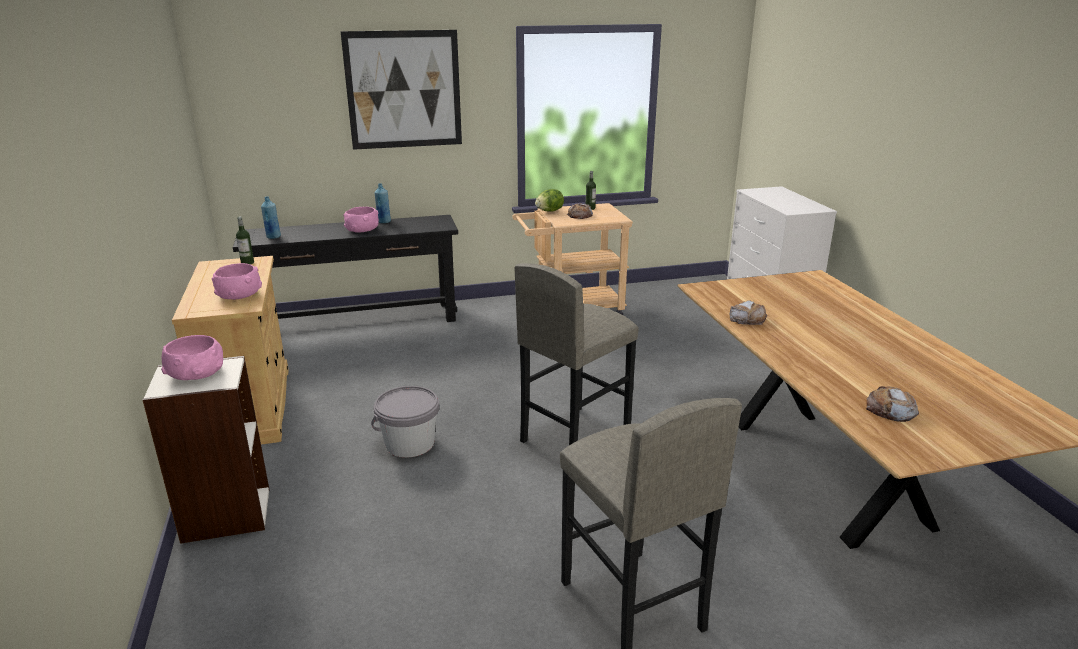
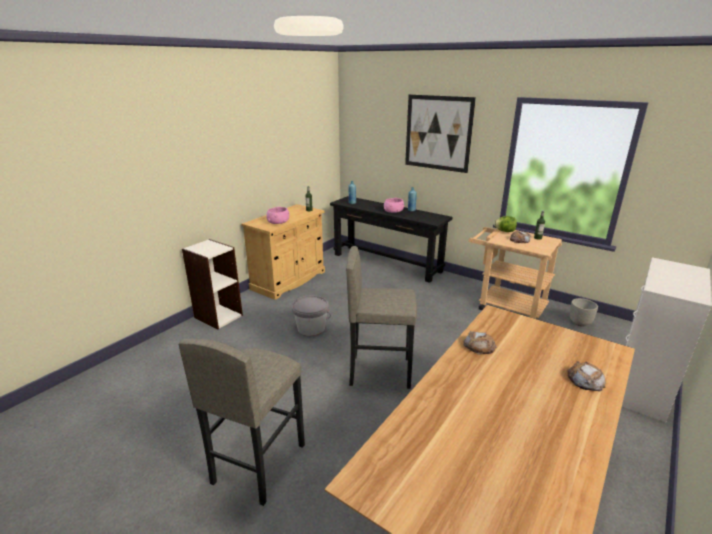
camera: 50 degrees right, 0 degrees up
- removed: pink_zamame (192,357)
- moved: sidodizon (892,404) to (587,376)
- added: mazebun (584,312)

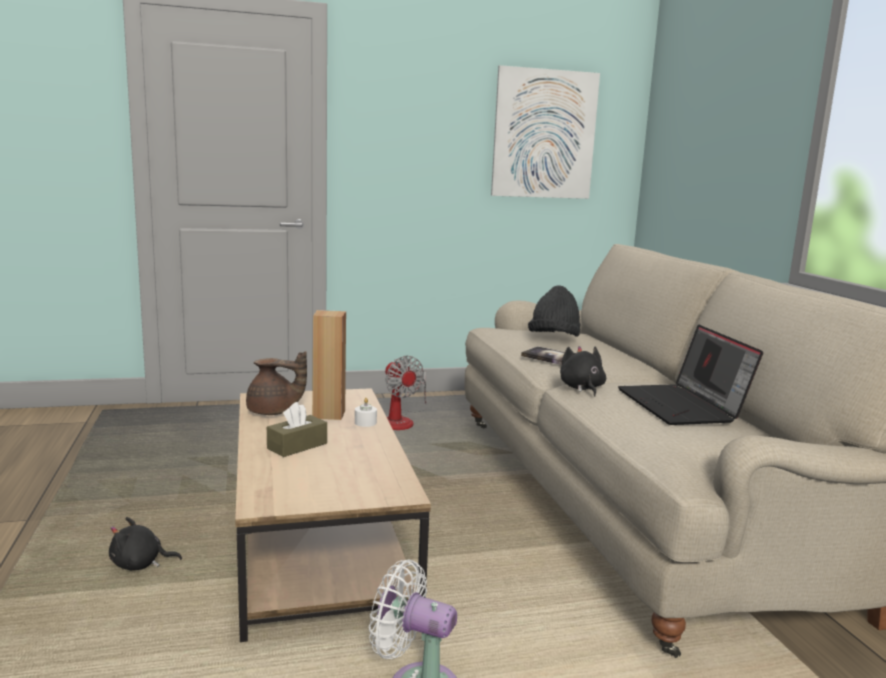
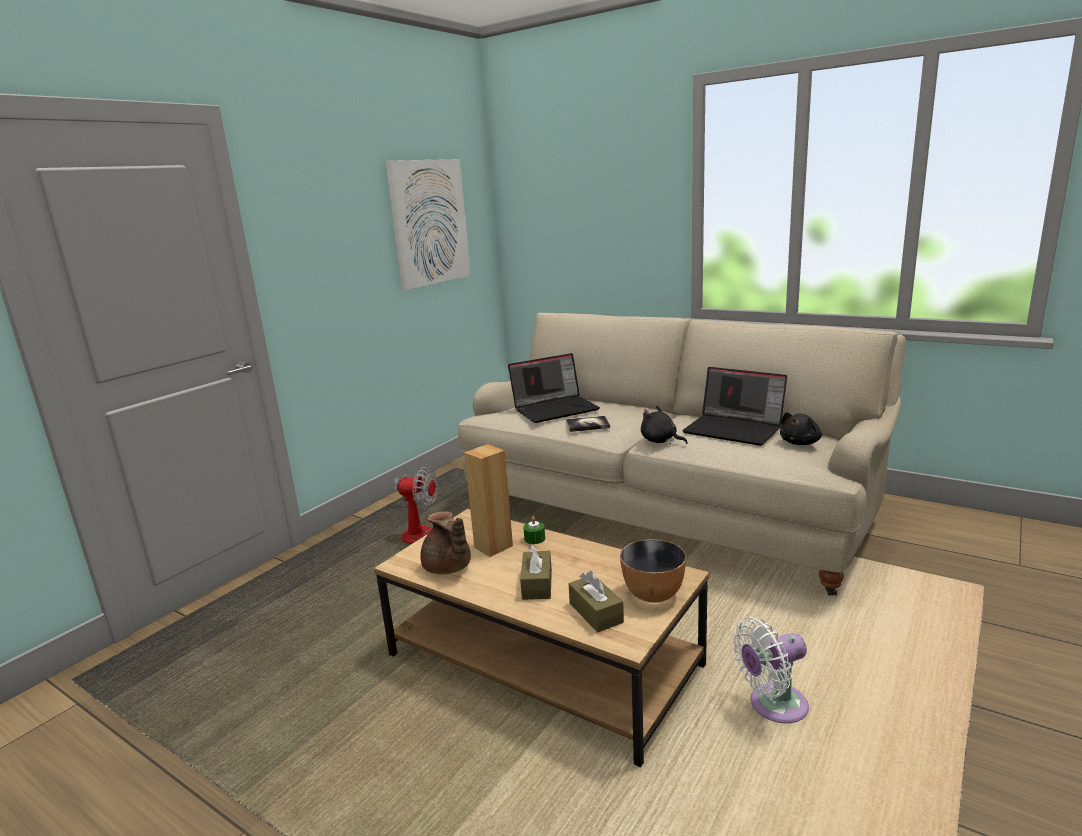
camera: 40 degrees left, 5 degrees up
- replaced: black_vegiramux (554,311) to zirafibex (554,388)
- turned: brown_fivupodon (276,383) = (445,542) 90 degrees clockwise
- recoloured: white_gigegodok (366,412) to green_gigegodok (534,530)
- moved: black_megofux (145,543) to (801,428)
- added: zamame (653,571)
- added: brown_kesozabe (596,601)

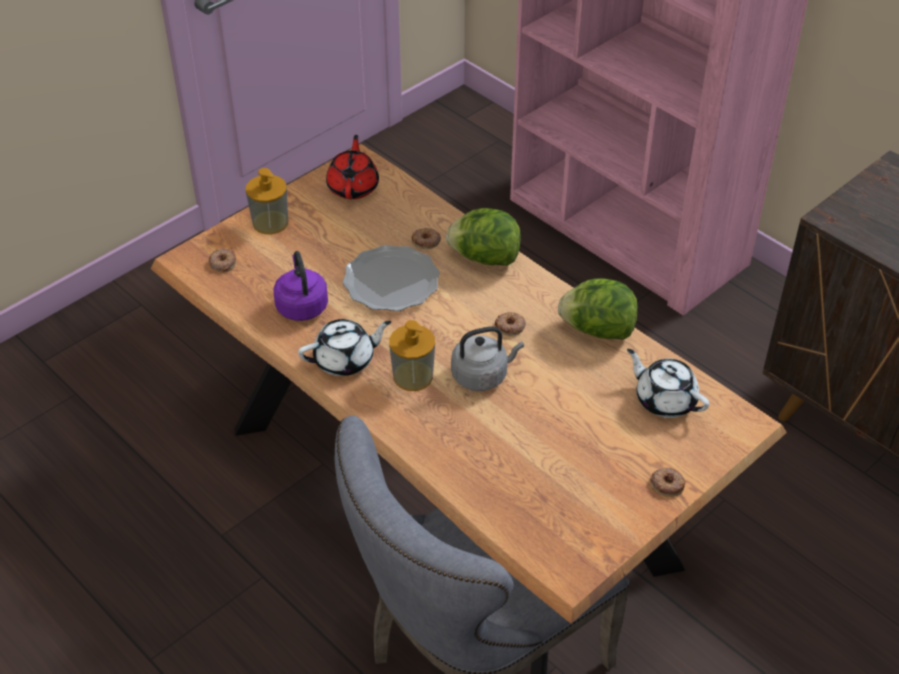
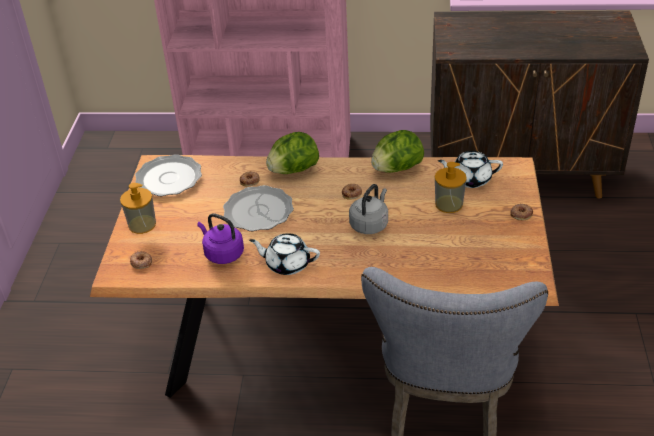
camera: 40 degrees left, 5 degrees down
- replaced: red_fivupodon (352,167) to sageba (168,175)
- turned: white_fivupodon (344,347) = (284,254) 105 degrees counterclockwise
- moved: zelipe (412,355) to (451,187)

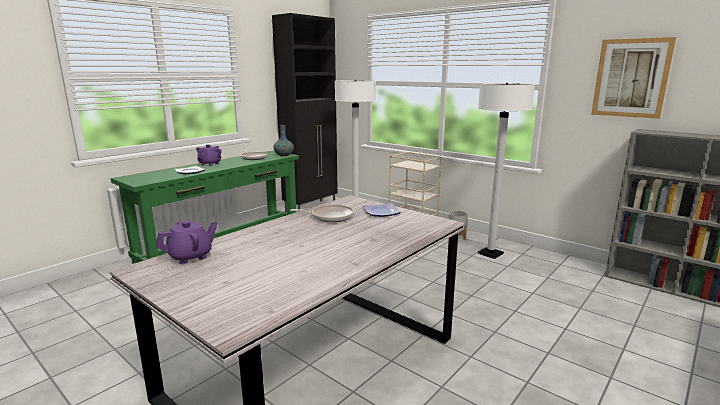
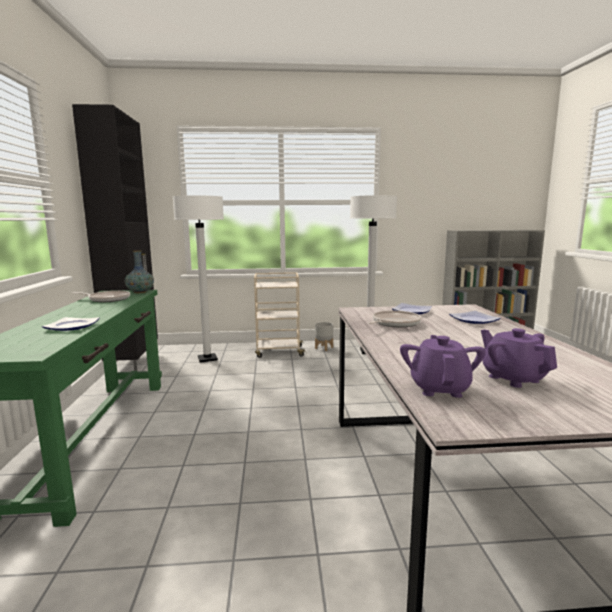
camera: 45 degrees left, 5 degrees down
- removed: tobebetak (633,78)
- moved: purple_fivupodon (209,155) to (519,358)
- added: sageba (475,317)

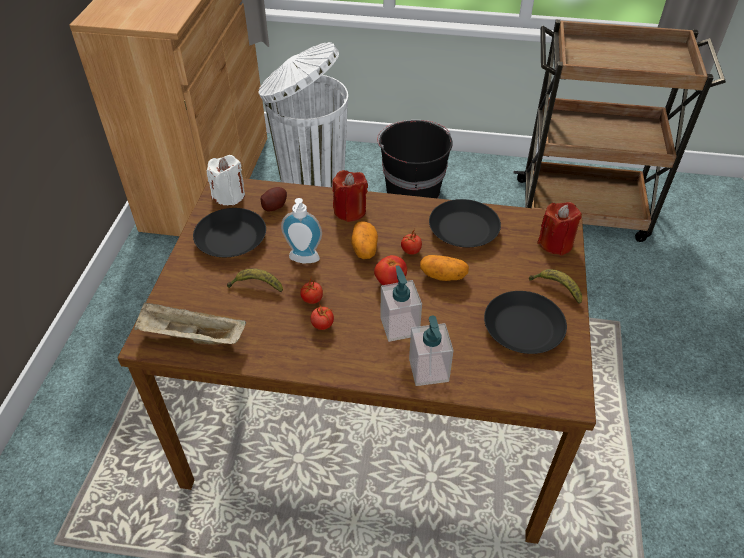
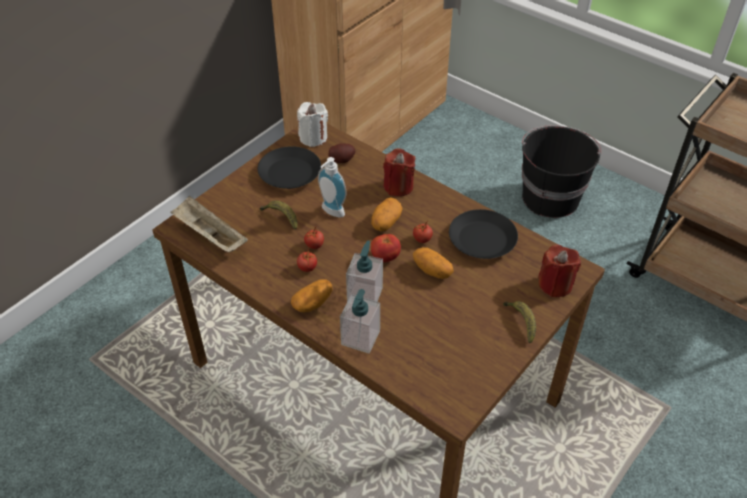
camera: 30 degrees right, 0 degrees up
- removed: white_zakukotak (303,115)
- removed: black_sageba (525,322)
- added: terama (312,296)

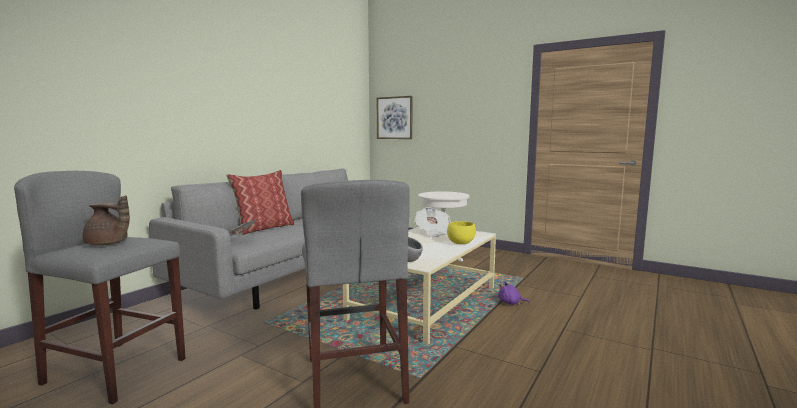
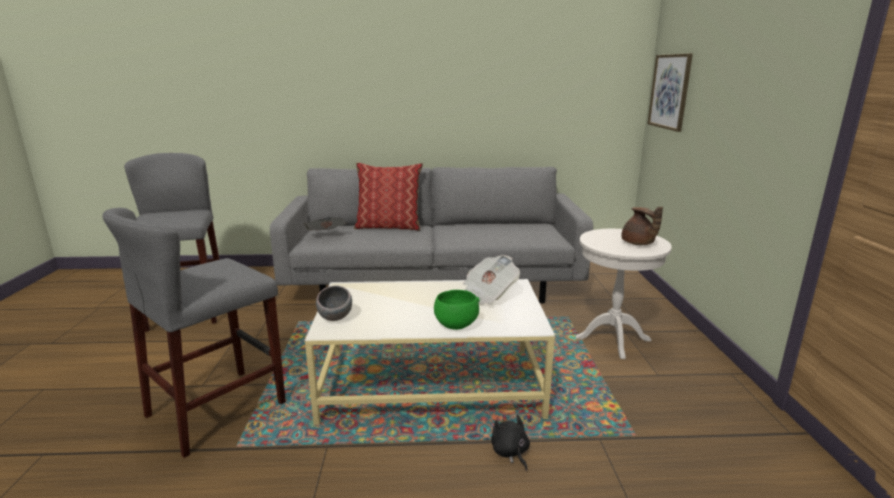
camera: 55 degrees right, 10 degrees up
- moved: brown_fivupodon (106,220) to (642,226)
- recoloured: yellow_zamame (461,232) to green_zamame (457,310)
- recoloured: purple_megofux (514,293) to black_megofux (510,442)

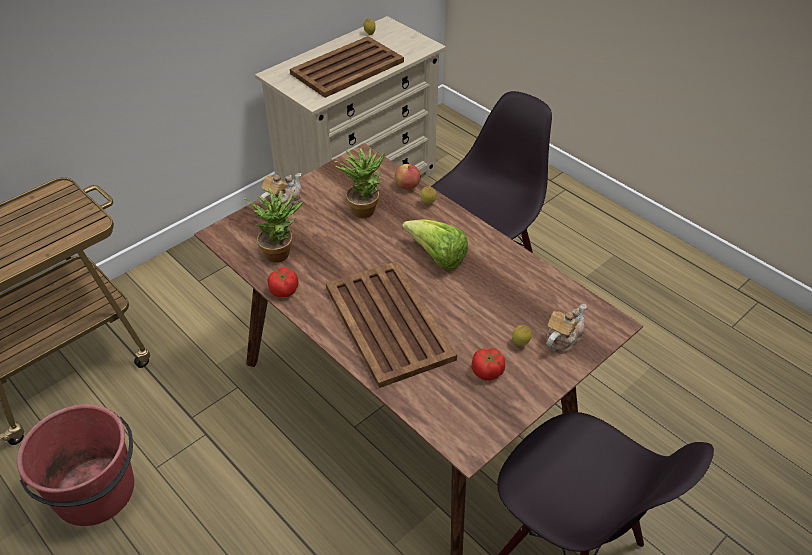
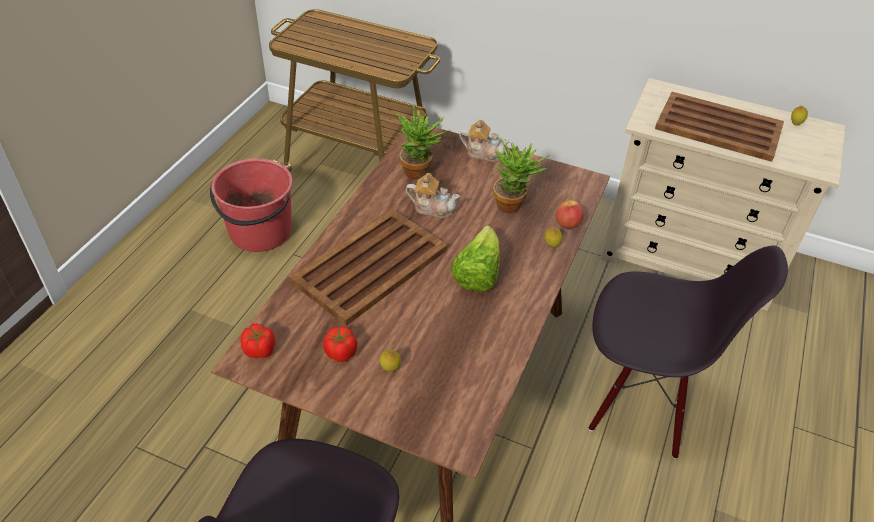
camera: 65 degrees right, 0 degrees up
- moved: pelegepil (282,282) to (258,341)
- moved: fivupodon (566,329) to (433,196)

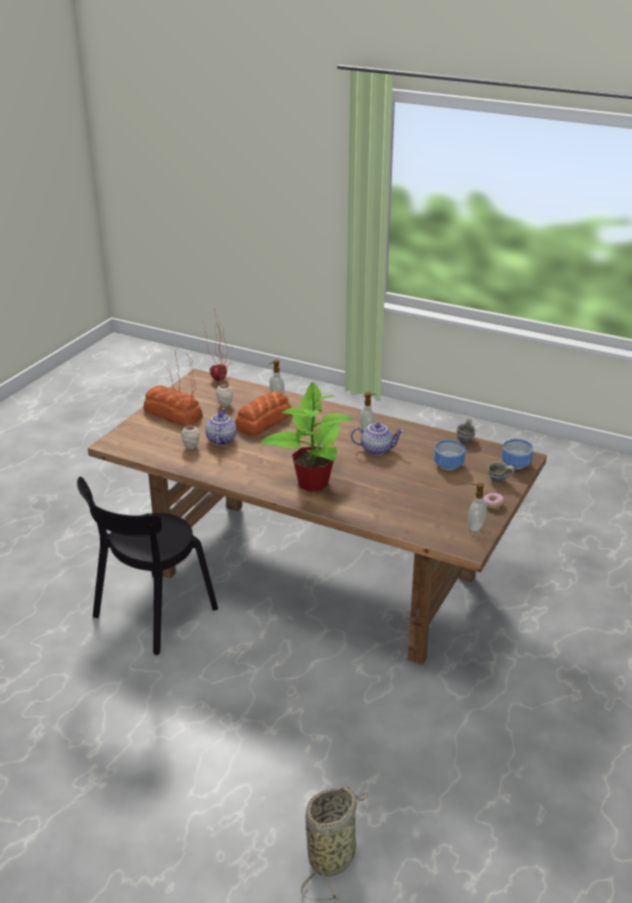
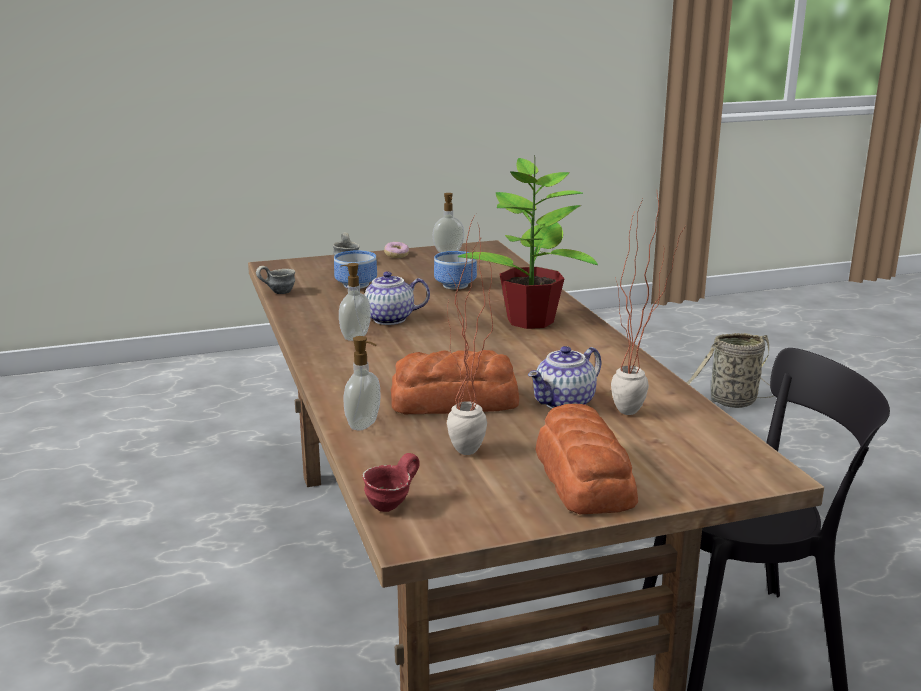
camera: 135 degrees left, 10 degrees down
- turned: fivupodon (377,438) = (388,298) 60 degrees counterclockwise
- moved: zamame (517,454) to (455,270)

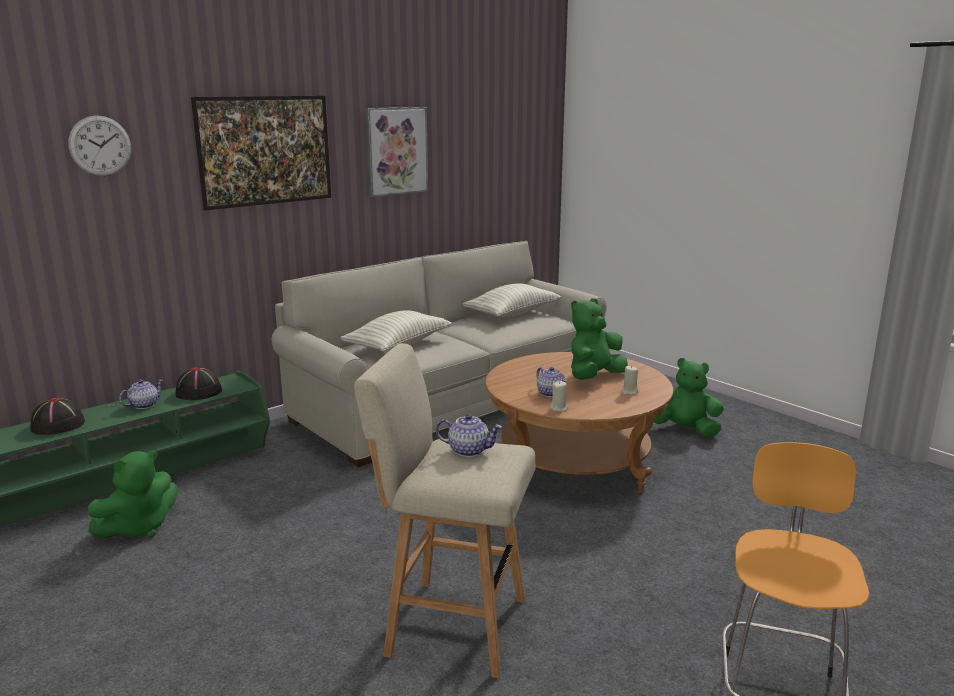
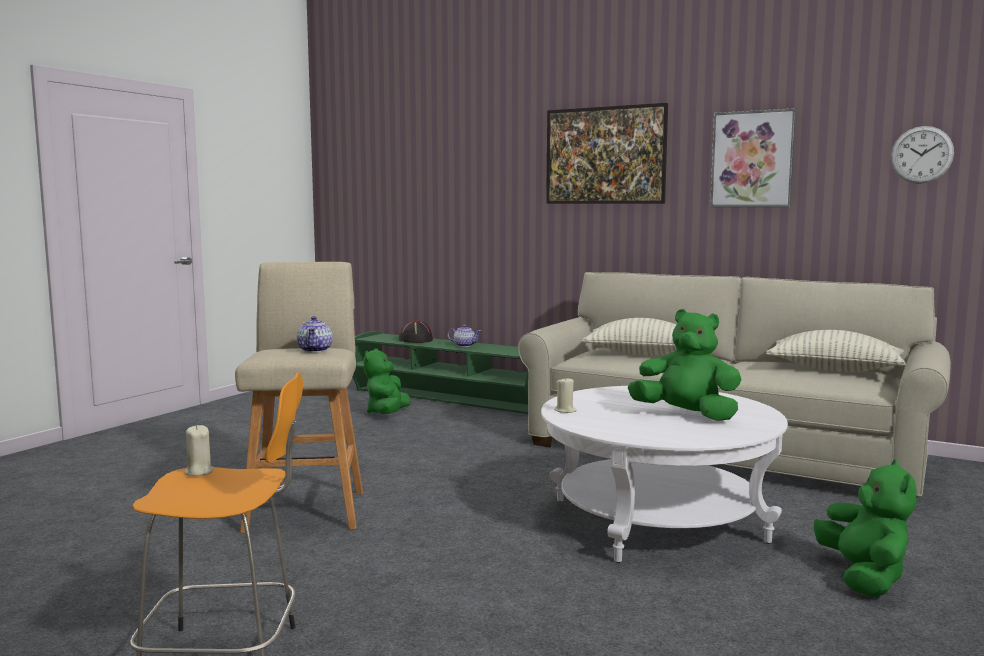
camera: 70 degrees right, 10 degrees down
- moved: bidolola (99,146) to (922,155)
- recoloured: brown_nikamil (579,423) to white_nikamil (664,474)
- moved: beige_gigegodok (630,380) to (199,450)
- removed: black_vegiramux (199,383)
- removed: fivupodon (551,382)
- turned: green_megofux (133,494) = (387,381) 75 degrees clockwise

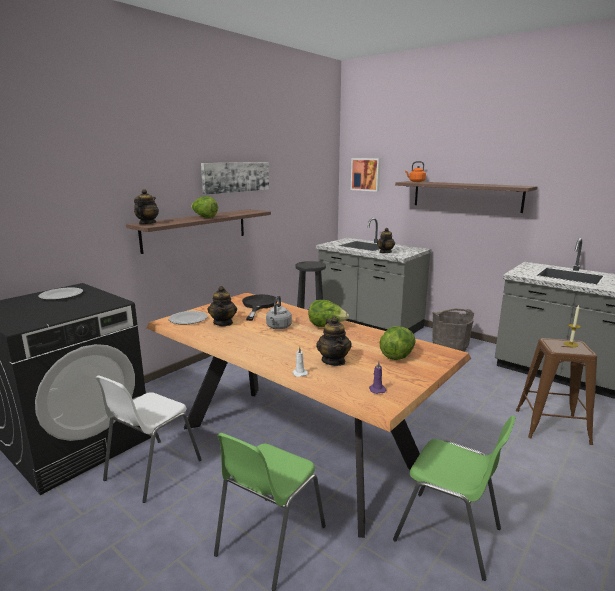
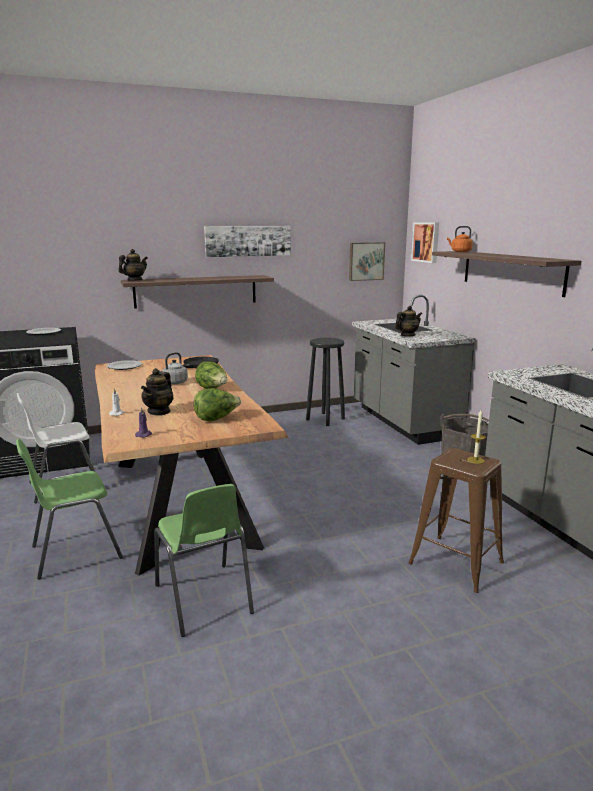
camera: 30 degrees right, 0 degrees up
- removed: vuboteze (204,207)
- removed: fivupodon (222,306)
- added: tobebetak (367,261)

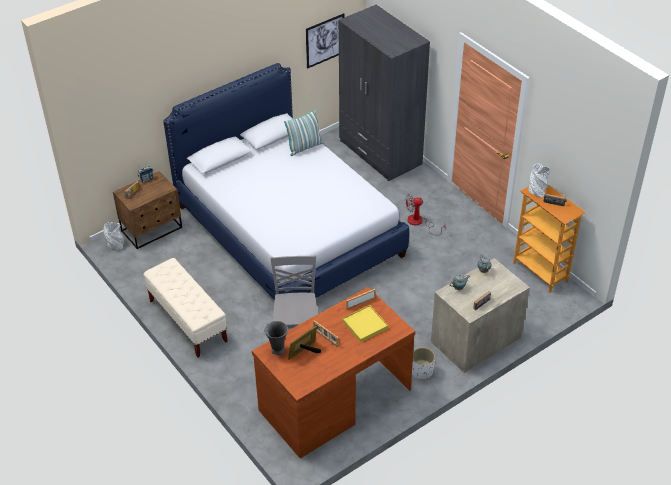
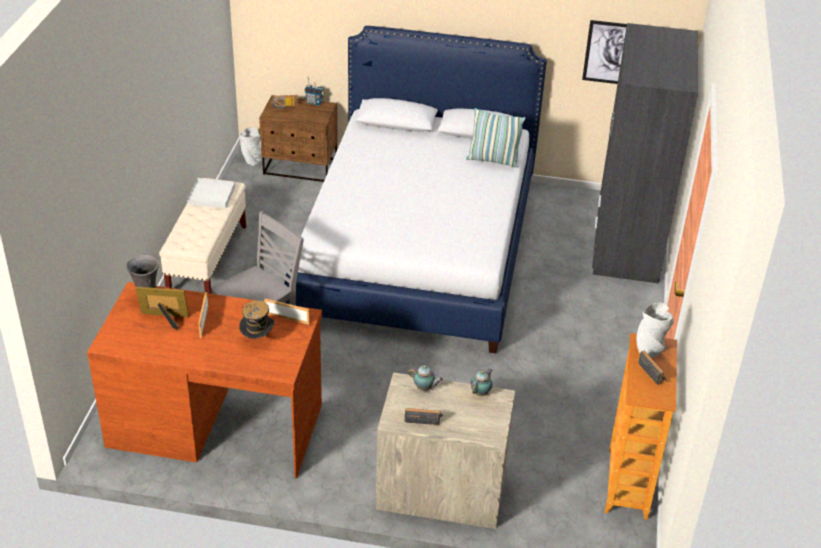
camera: 45 degrees right, 5 degrees down
- removed: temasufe (426,214)
- replaced: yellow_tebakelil (365,323) to vegiramux (256,319)
- removed: white_mazebun (423,363)
- added: white_tebakelil (211,193)

